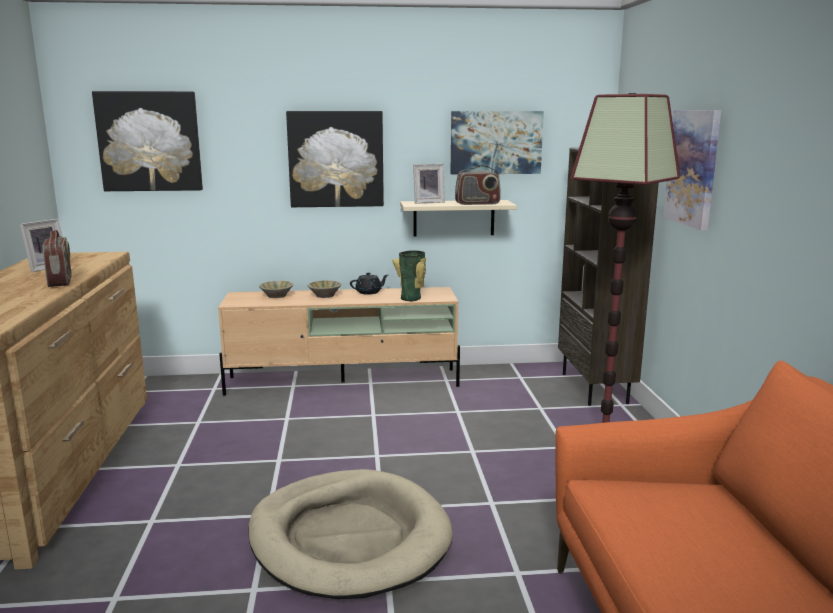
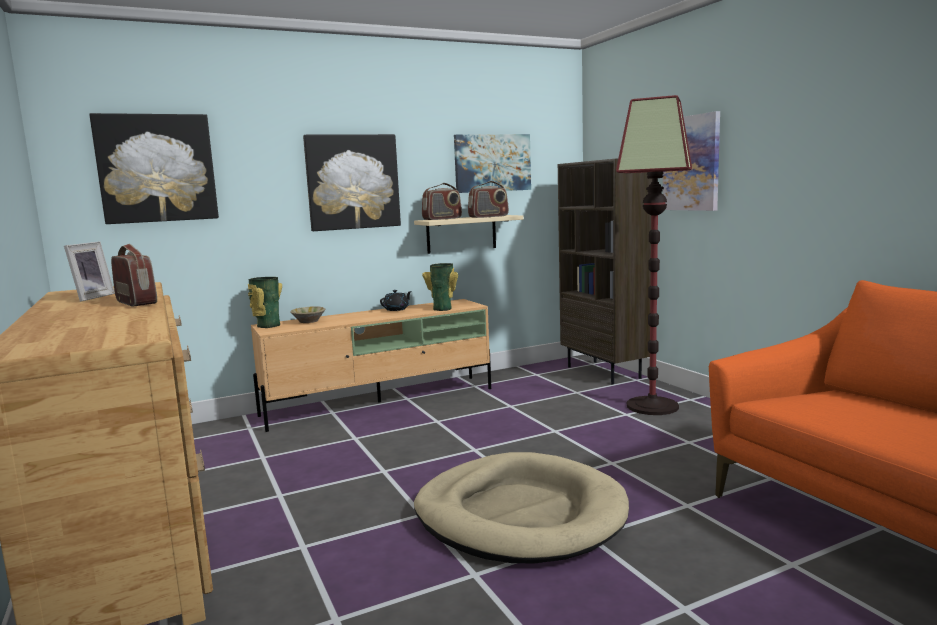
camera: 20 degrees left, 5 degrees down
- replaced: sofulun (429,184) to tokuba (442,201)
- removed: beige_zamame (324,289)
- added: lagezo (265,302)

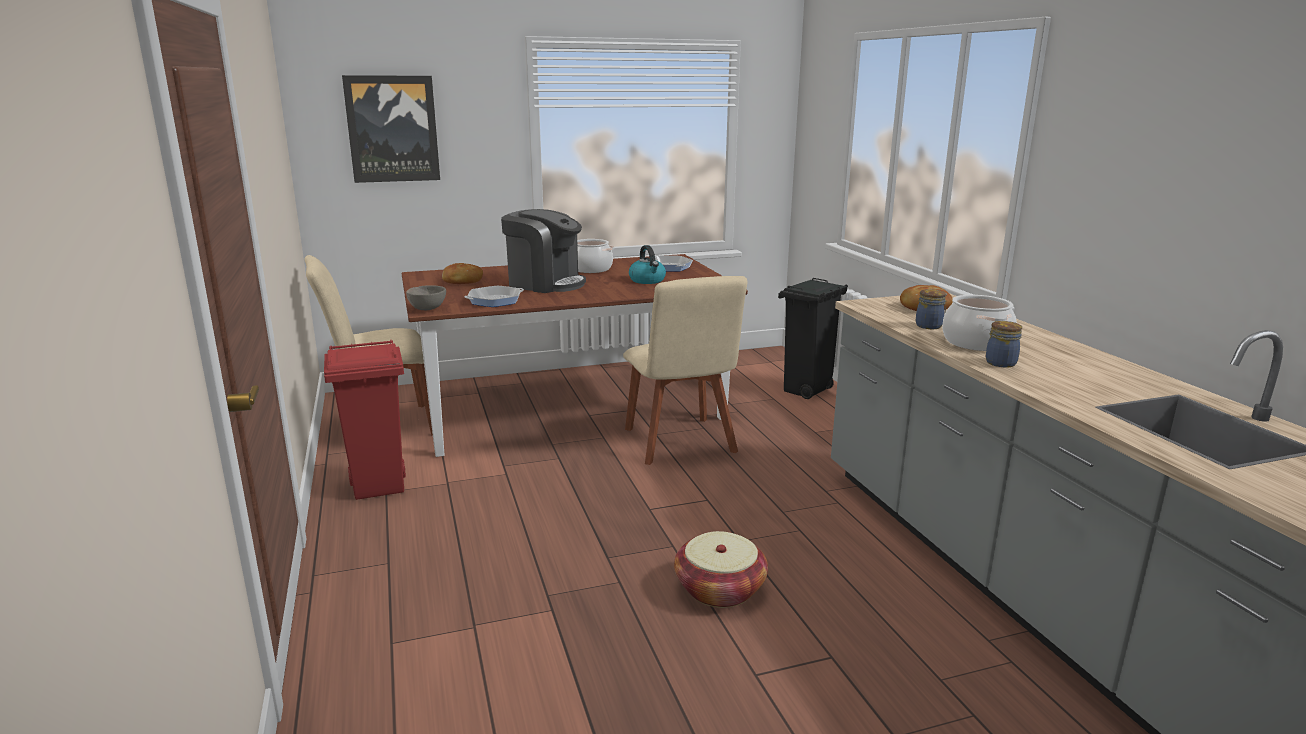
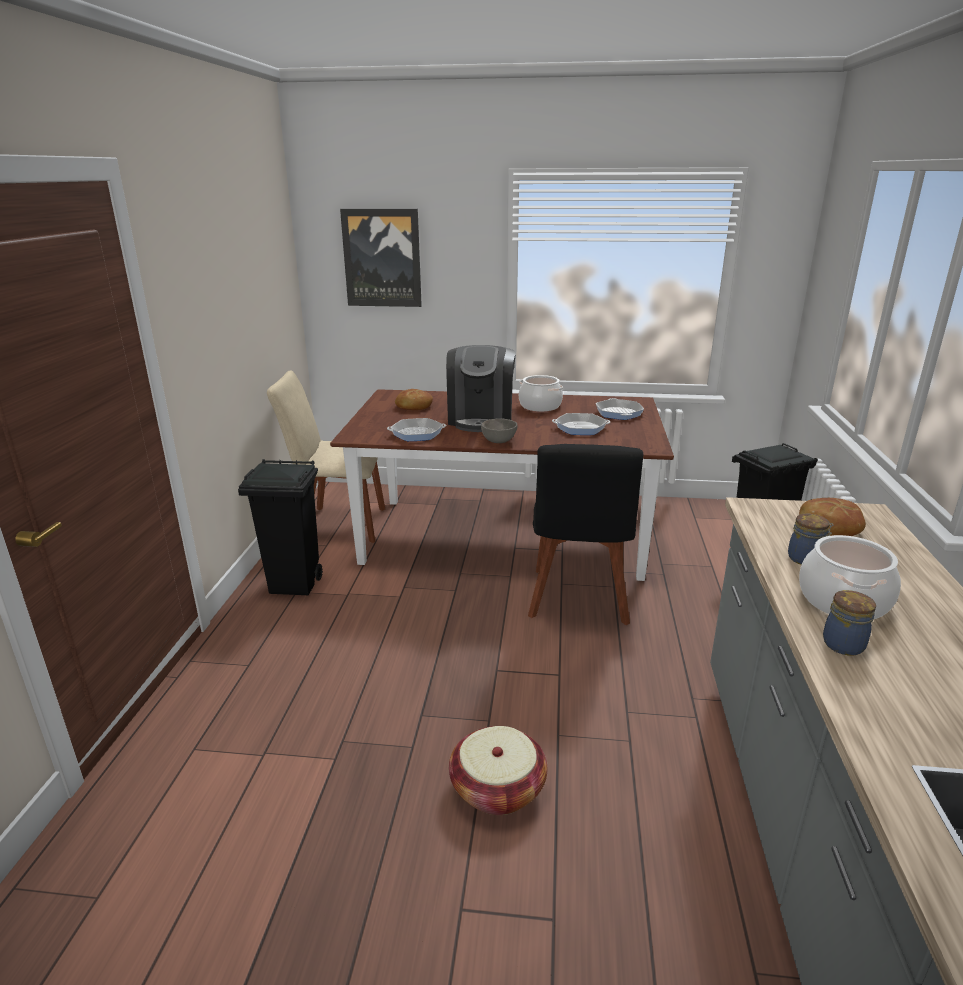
camera: 25 degrees right, 5 degrees up
- turned: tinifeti (543,251) = (481,388) 45 degrees clockwise
- replaced: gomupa (647,264) to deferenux (581,424)
- recoloured: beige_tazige (685,370) to black_tazige (585,534)
- moved: grey_zamame (426,297) to (499,430)
- recoloured: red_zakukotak (365,420) to black_zakukotak (280,527)

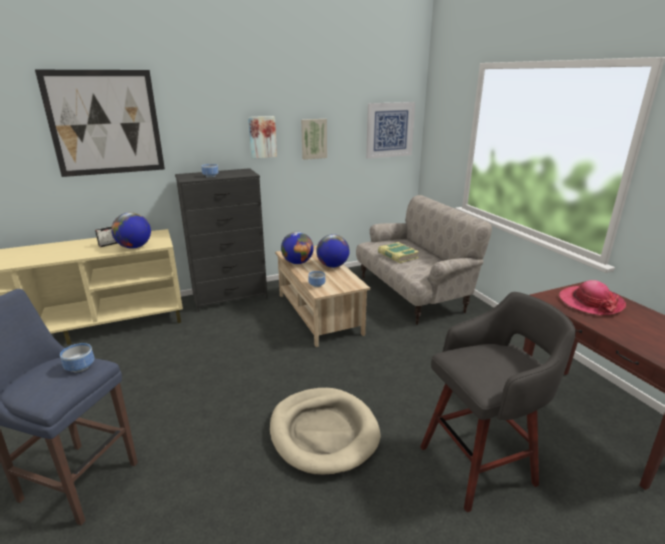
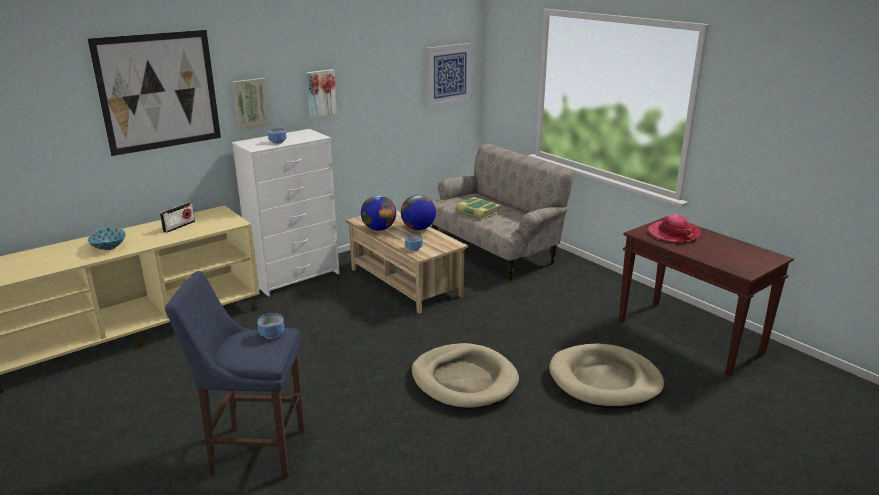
camera: 15 degrees left, 0 degrees up
- moved: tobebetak (314,139) to (251,104)
- recoloured: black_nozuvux (221,239) to white_nozuvux (286,213)
- removed: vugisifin (131,230)
- replaced: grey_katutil (498,402) to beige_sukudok (606,375)
- added: zamame (106,238)

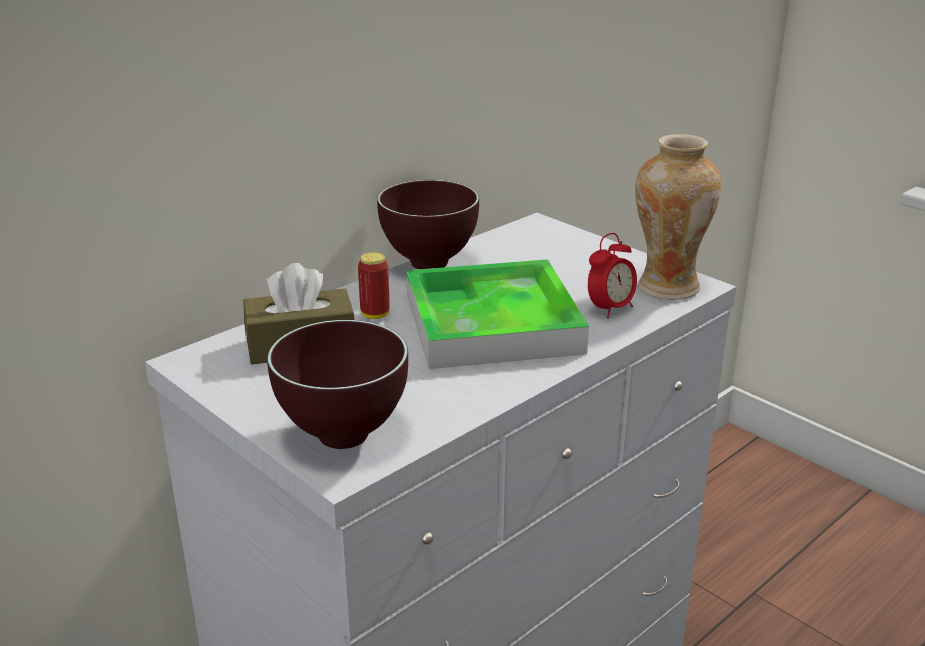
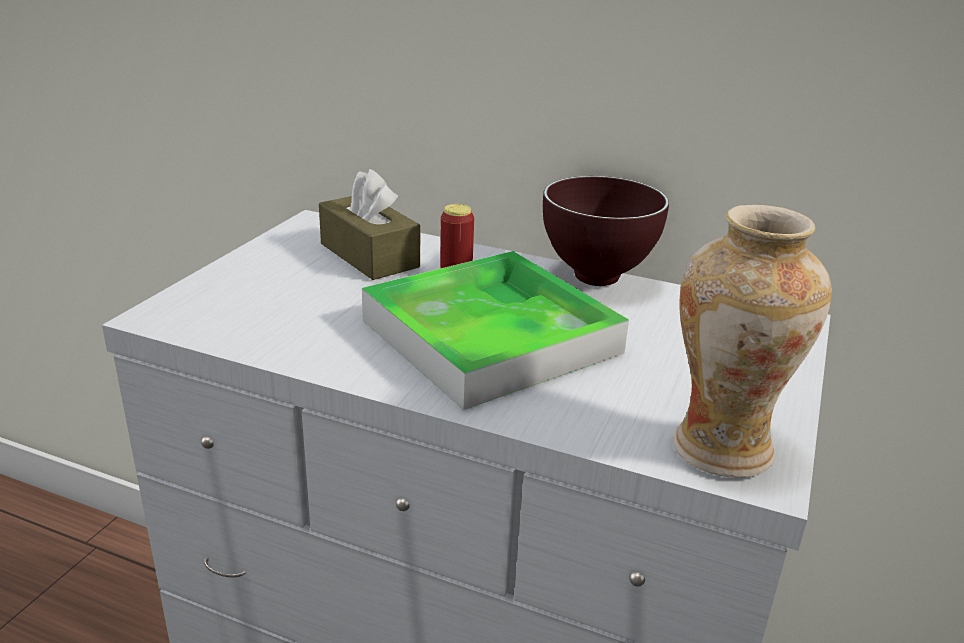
camera: 65 degrees right, 0 degrees up
- removed: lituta (612,275)
- removed: brown_zamame (337,384)

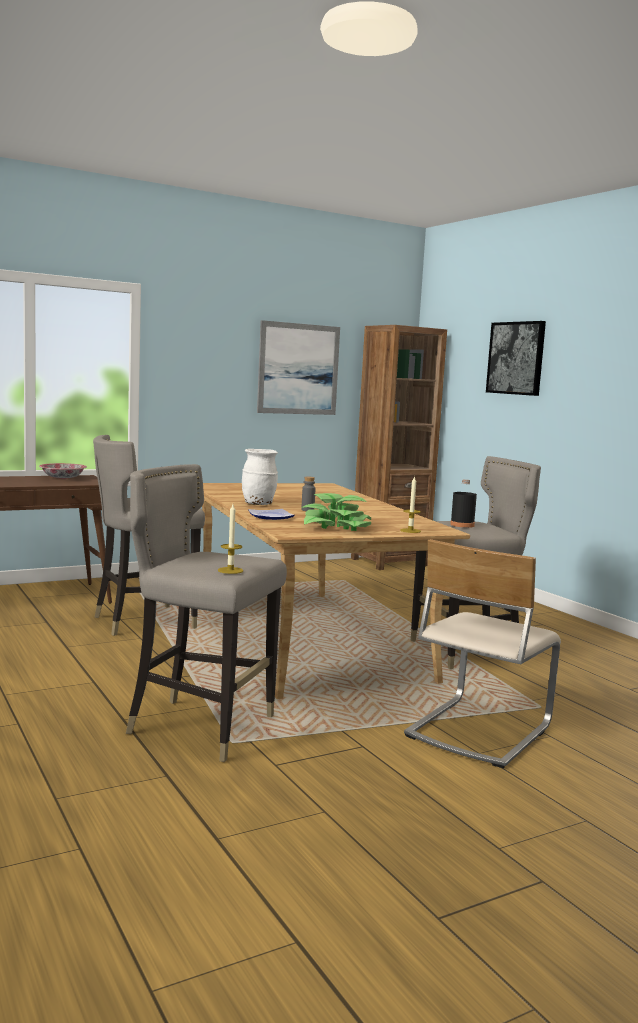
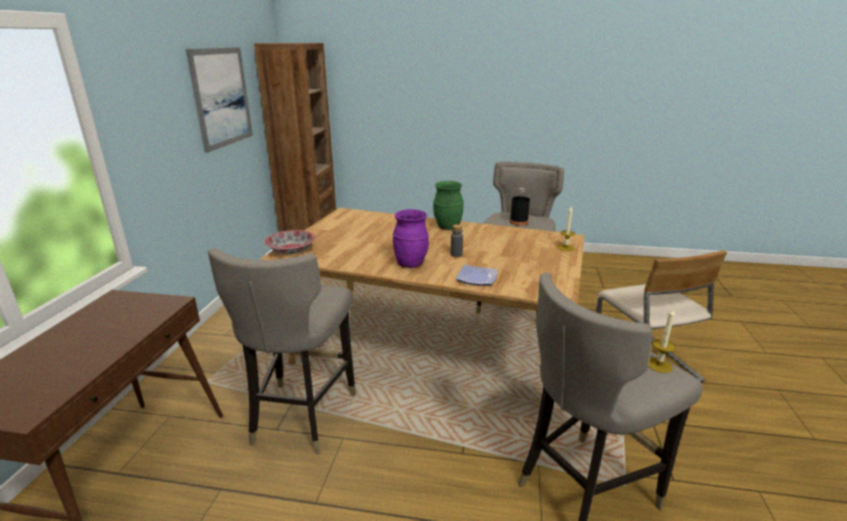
camera: 50 degrees left, 15 degrees up
- removed: tobebetak (516,358)
- recoloured: white_lagezo (260,477) to purple_lagezo (411,238)
- moved: zamame (63,471) to (290,242)
- removed: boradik (336,512)
- added: green_lagezo (448,205)

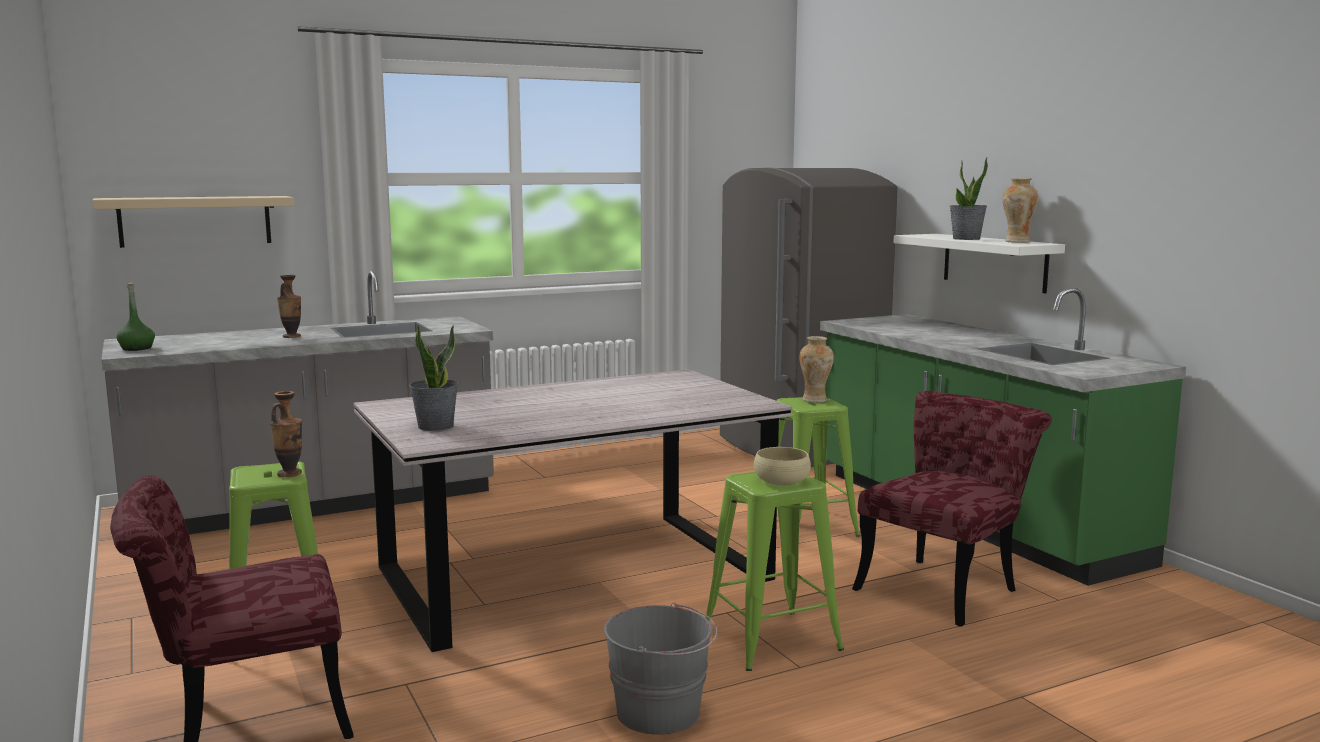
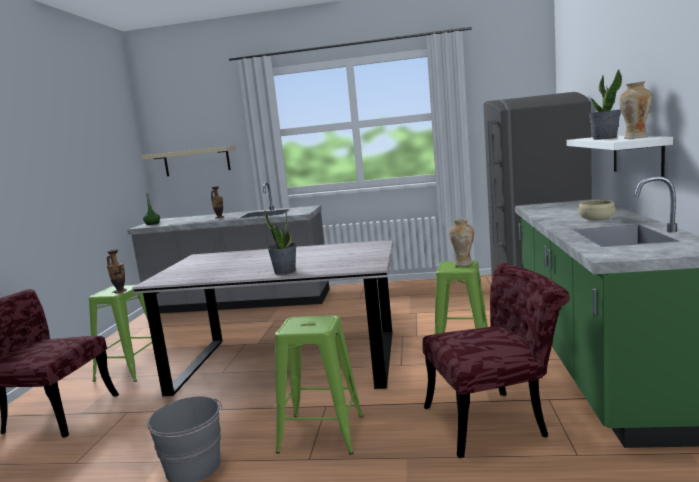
camera: 35 degrees right, 0 degrees up
- moved: boradik (433,377) to (280,242)
- moved: beige_zamame (782,466) to (596,210)

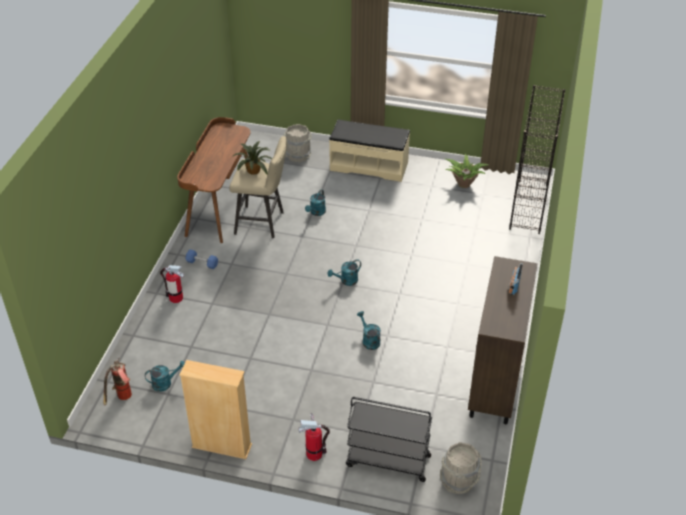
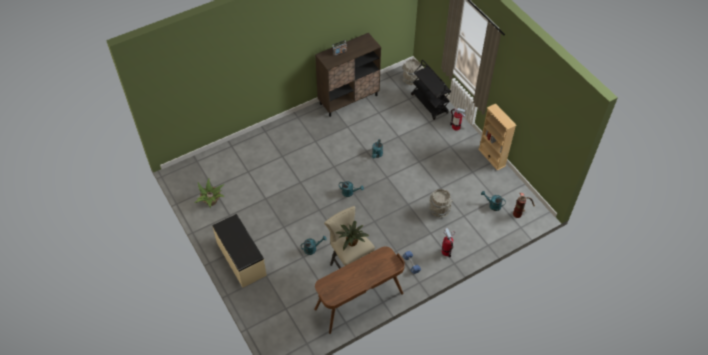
camera: 135 degrees left, 10 degrees up
- removed: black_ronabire (537,159)
- moved: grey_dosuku (297,143) to (441,203)

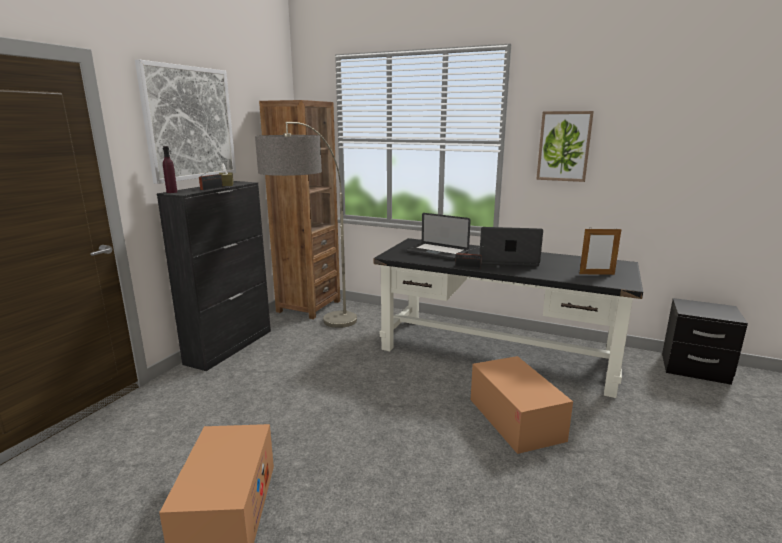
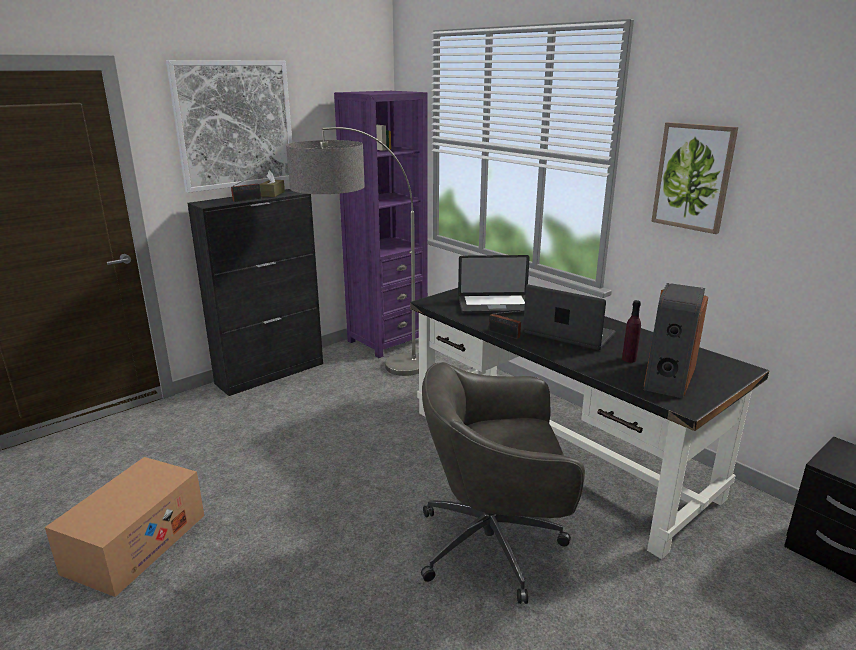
camera: 25 degrees right, 5 degrees up
- recoloured: brown_ronabire (299,209) to purple_ronabire (381,224)
- moved: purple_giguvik (170,169) to (631,331)
- turned: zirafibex (438,236) = (494,284) 60 degrees counterclockwise
- replaced: sofulun (600,251) to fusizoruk (676,340)
- replaced: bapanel (522,405) to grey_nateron (503,483)

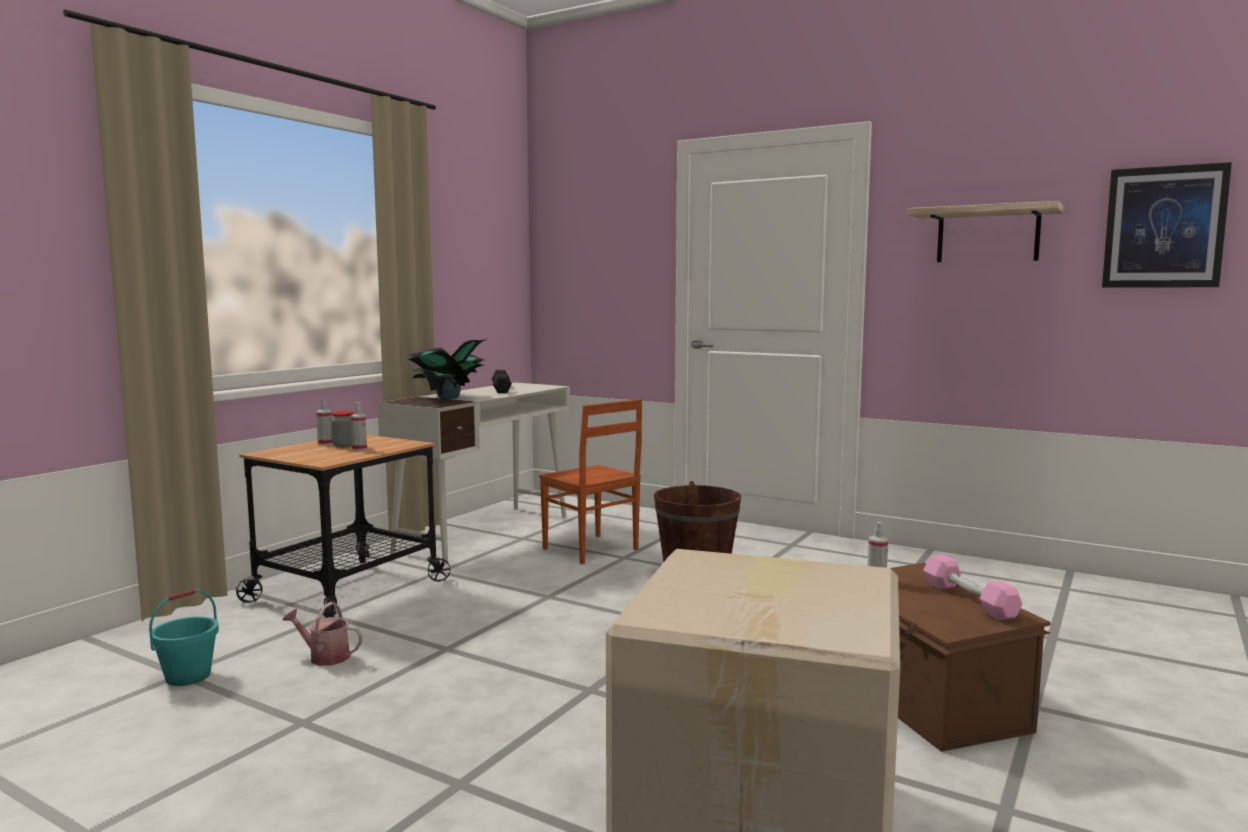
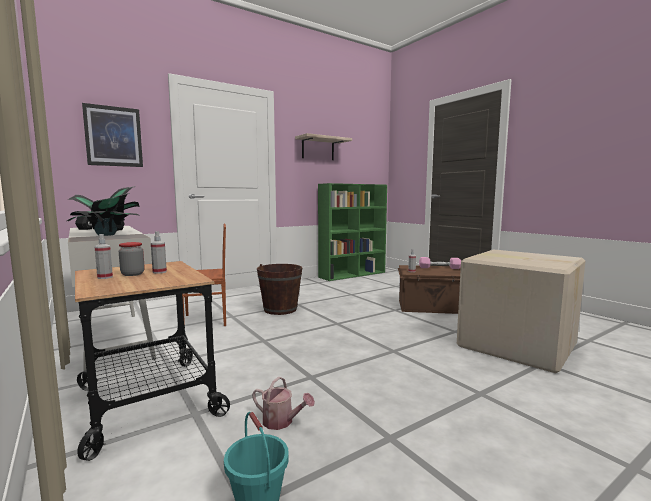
camera: 65 degrees left, 0 degrees up
- moved: tobebetak (1167,224) to (112,135)
- turned: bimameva (322,634) = (283,403) 105 degrees counterclockwise
- added: green_ronabire (352,232)

